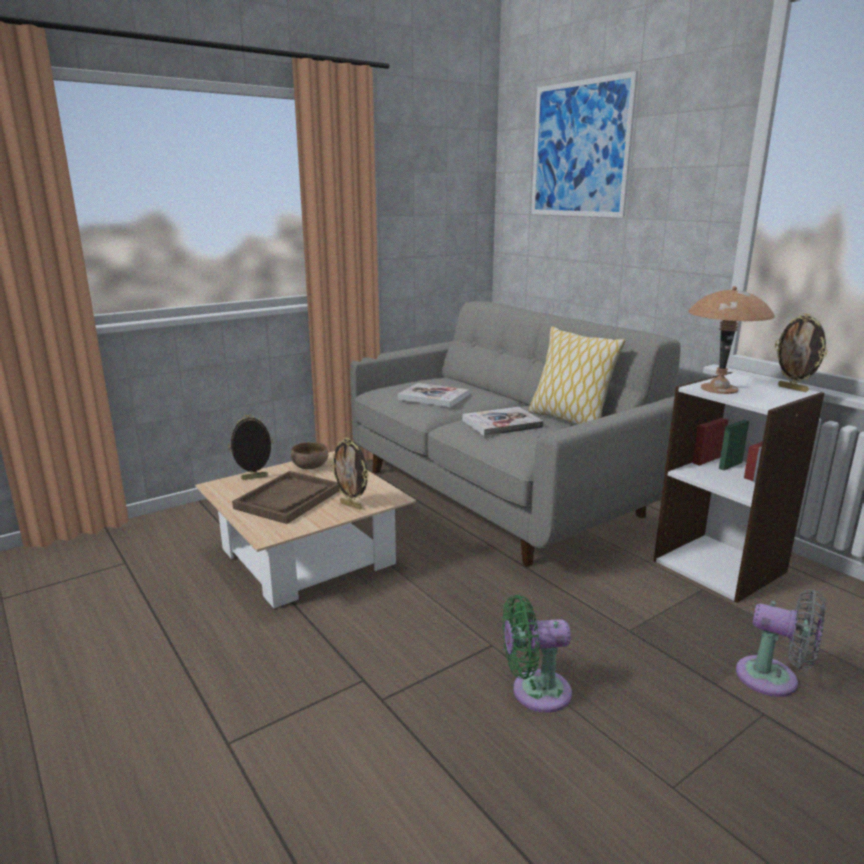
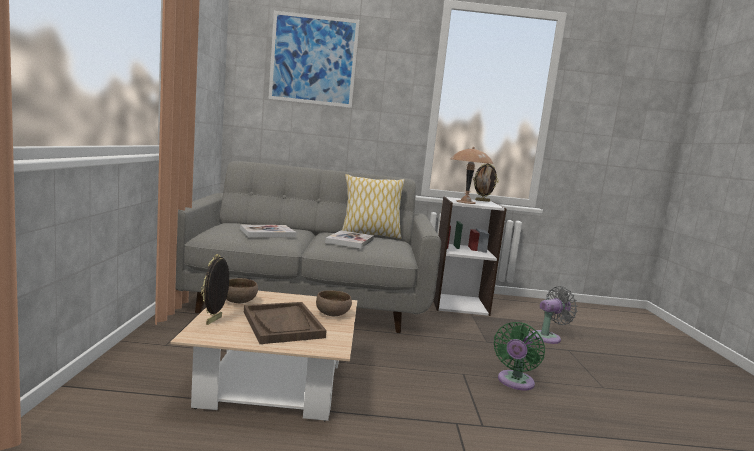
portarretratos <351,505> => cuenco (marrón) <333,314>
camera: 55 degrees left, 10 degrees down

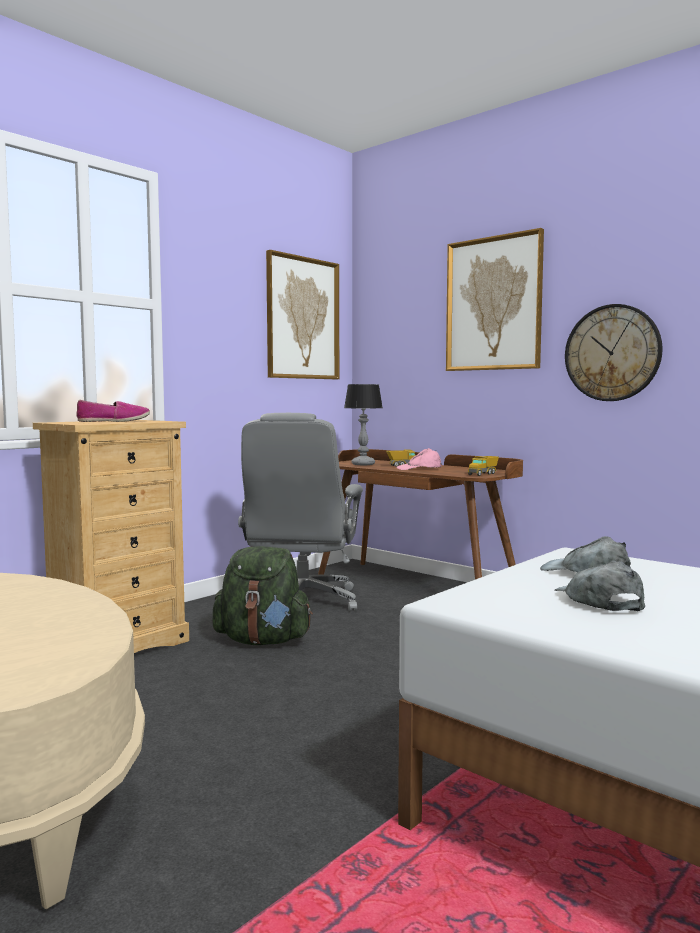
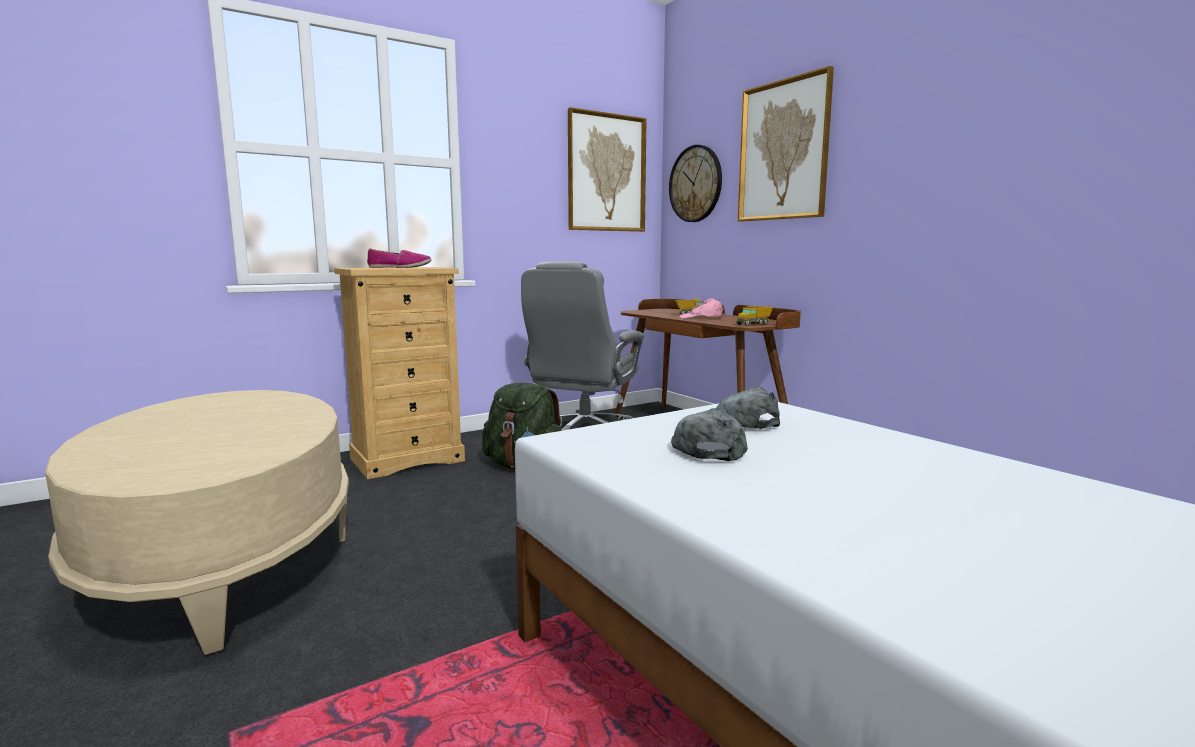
lámpara de mesa <363,464> => nothing
reloj de pared <612,353> => reloj de pared <695,184>, moved
camera: 15 degrees right, 5 degrees up

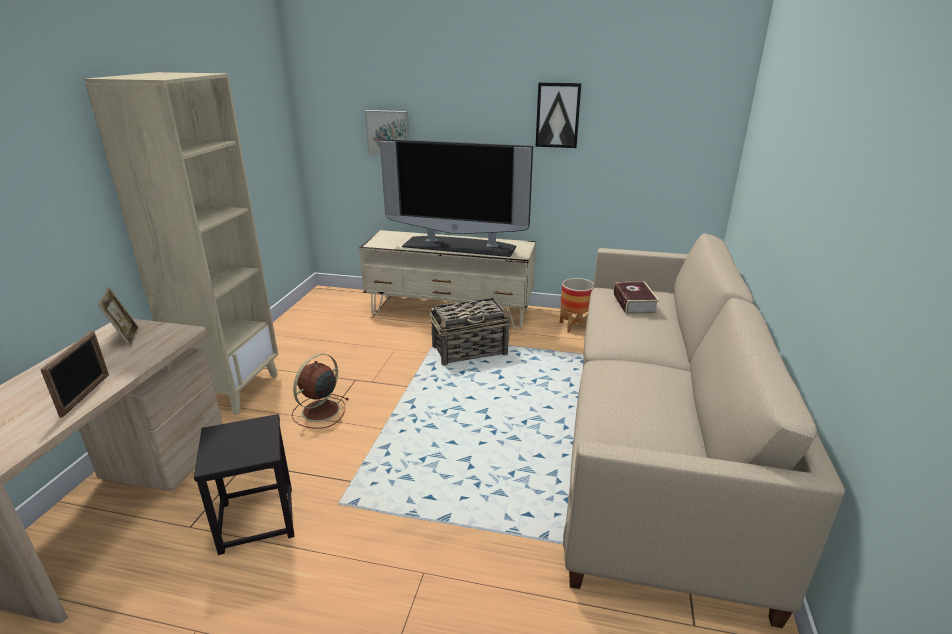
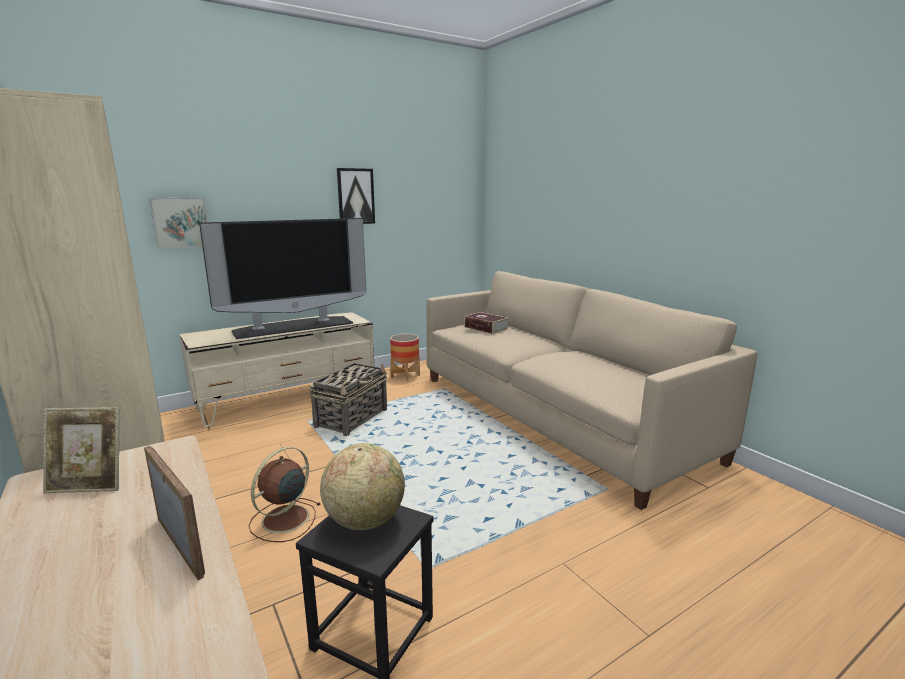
nothing => globo terráqueo <365,520>
portarretratos <126,338> => portarretratos <90,485>, 150 degrees clockwise
ventilador (marrón) <319,411> => ventilador (marrón) <284,520>, 45 degrees clockwise
camera: 45 degrees left, 10 degrees down

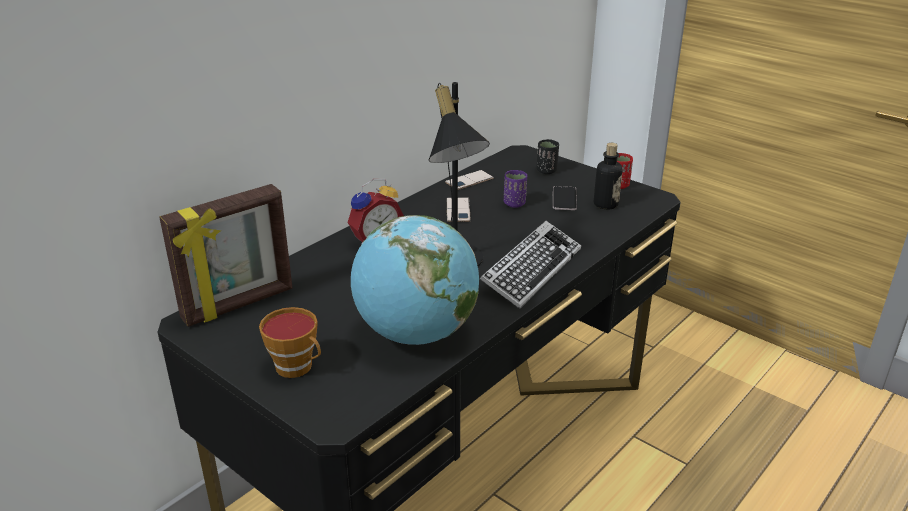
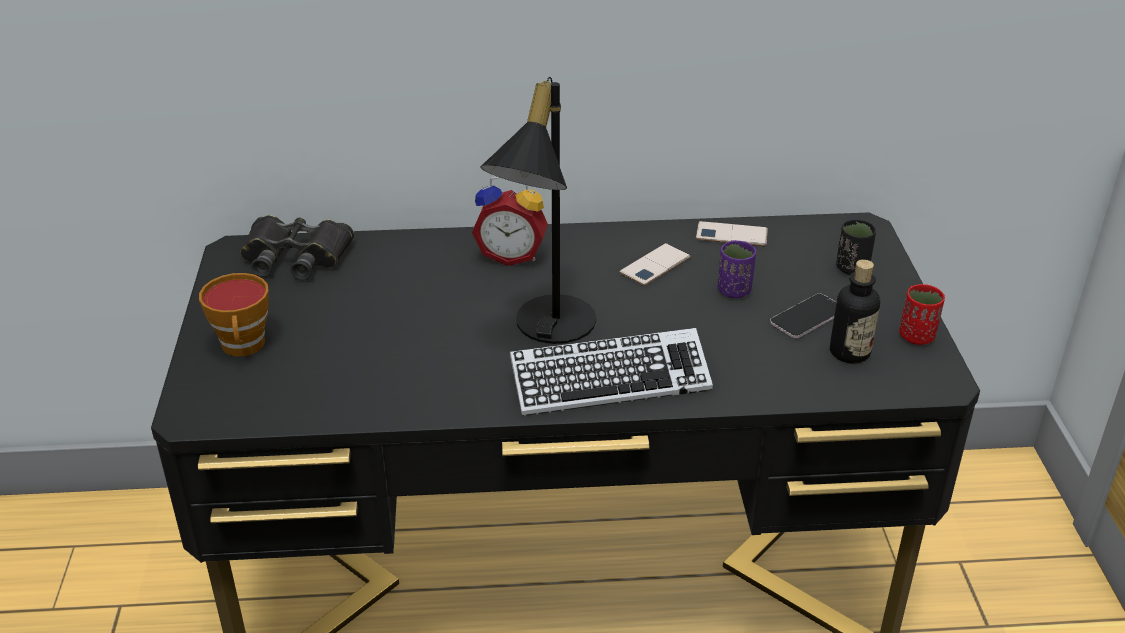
globo terráqueo <416,333> => nothing
portarretratos <239,305> => prismáticos (negro) <295,256>
camera: 45 degrees right, 5 degrees up

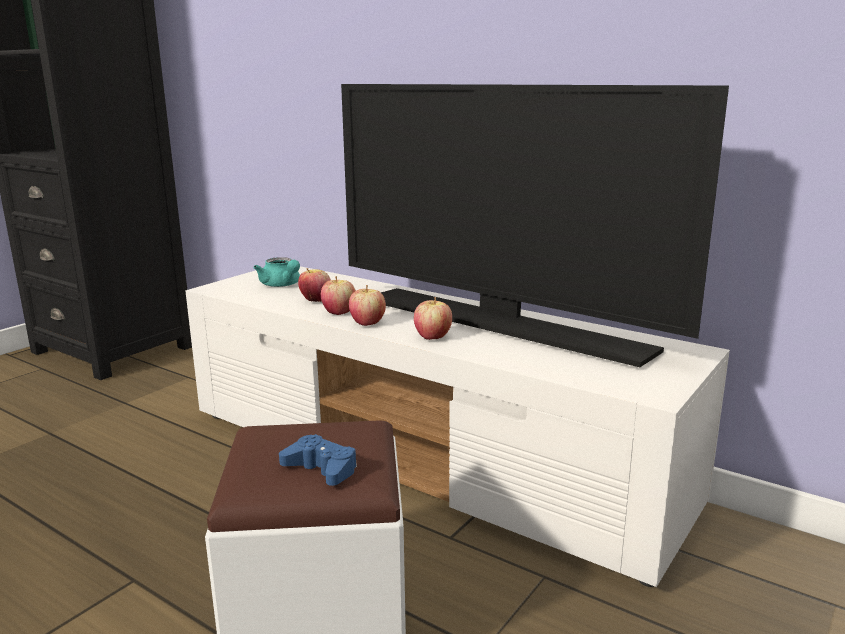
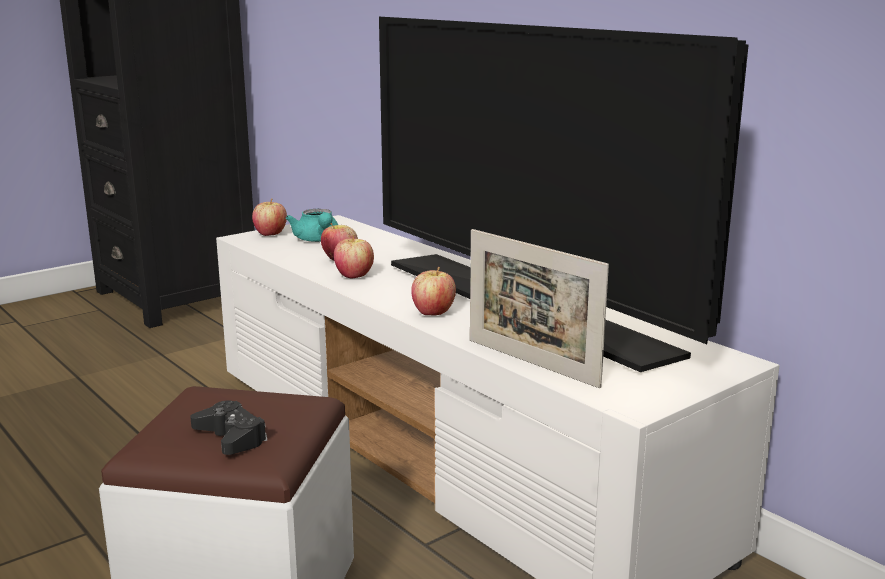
nothing => portarretratos <531,362>
manzana <367,323> => manzana <270,234>, moved
mando de consola (azul) <321,469> => mando de consola (negro) <231,437>
camera: 15 degrees right, 0 degrees up

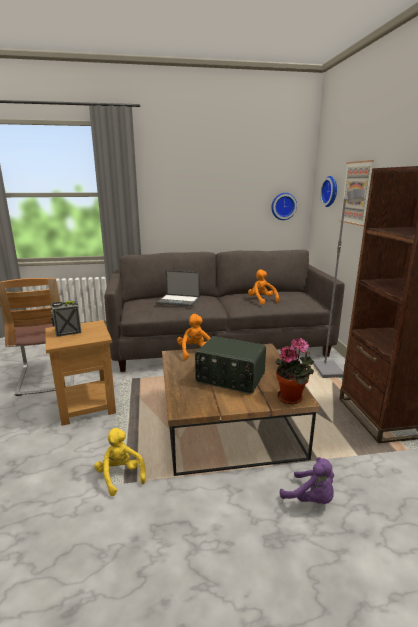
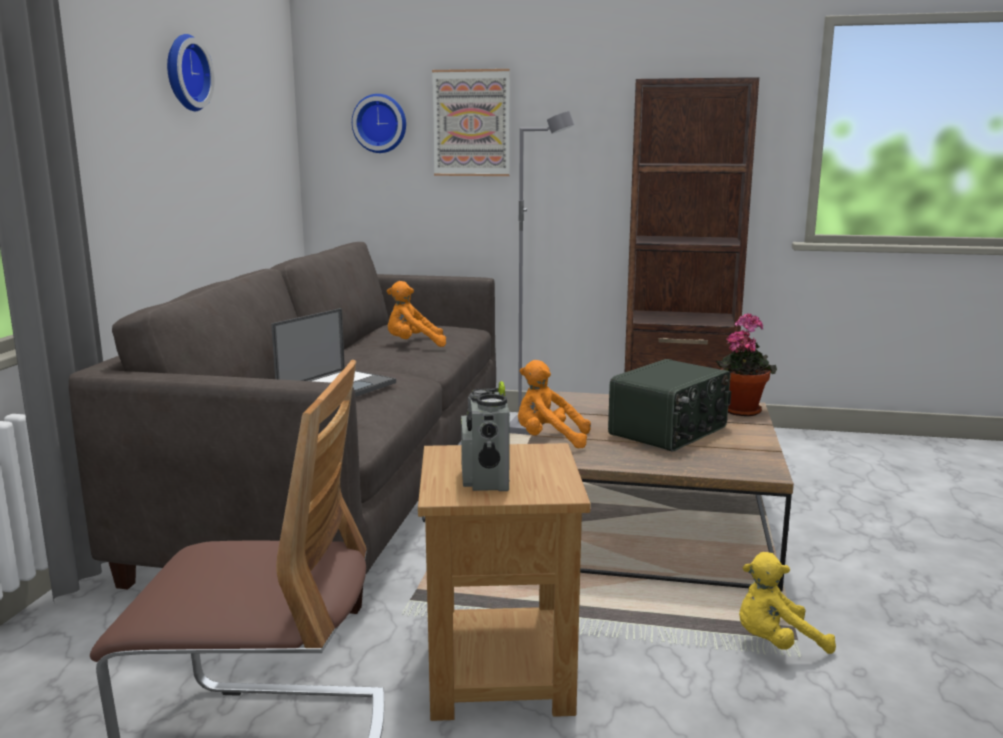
peluche (morado) <310,499> => nothing
reloj de pared <283,206> => reloj de pared <184,73>, moved
camera: 70 degrees left, 5 degrees down

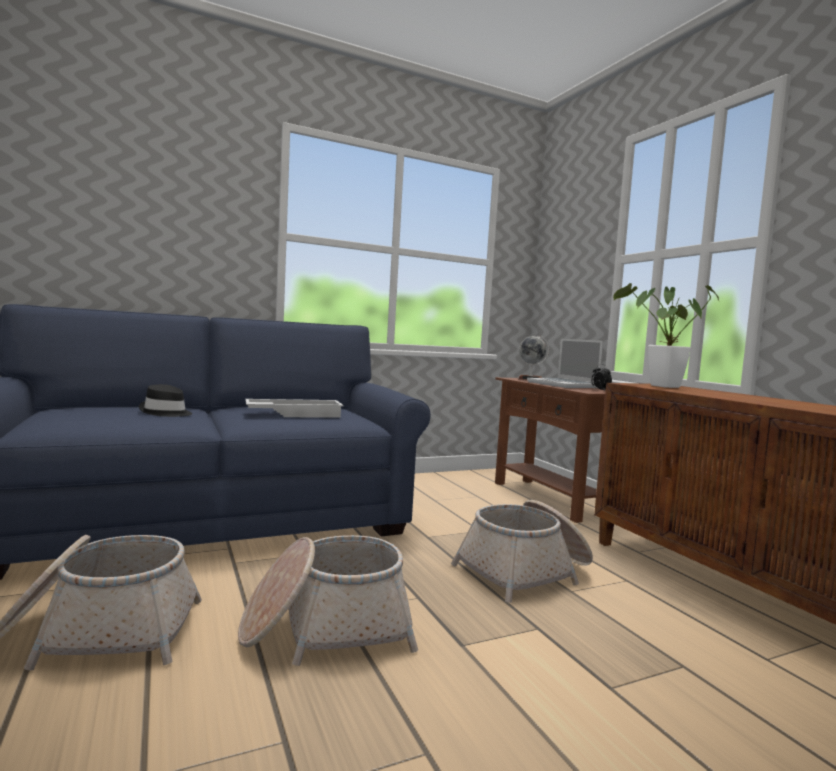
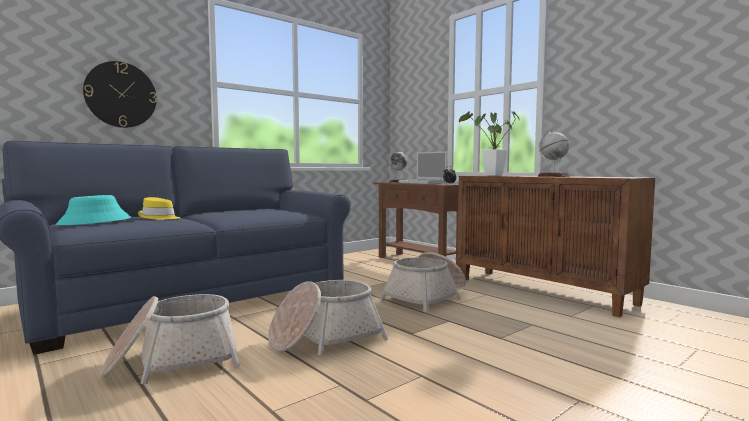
bandeja (blanco) <294,414> => nothing
nothing => sombrero (turquesa) <95,222>
nothing => reloj de pared <121,95>
nothing => globo terráqueo <553,176>
sombrero (negro) <166,412> => sombrero (amarillo) <159,218>
camera: 15 degrees left, 0 degrees up

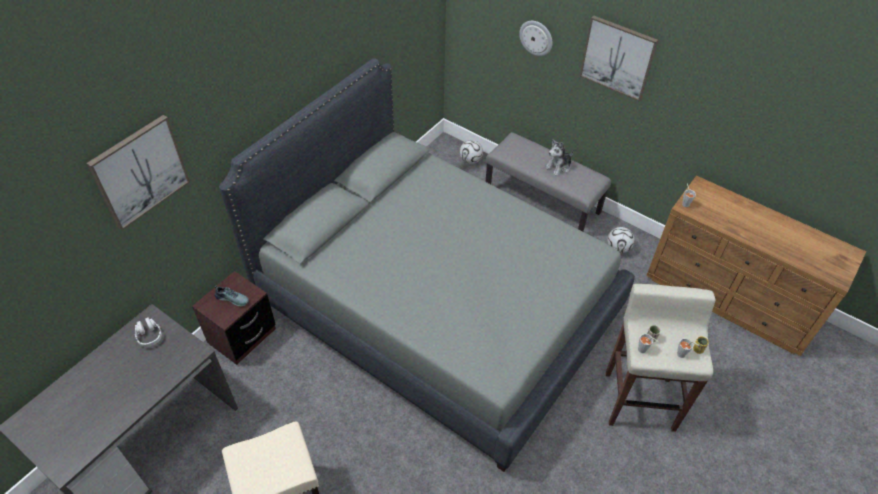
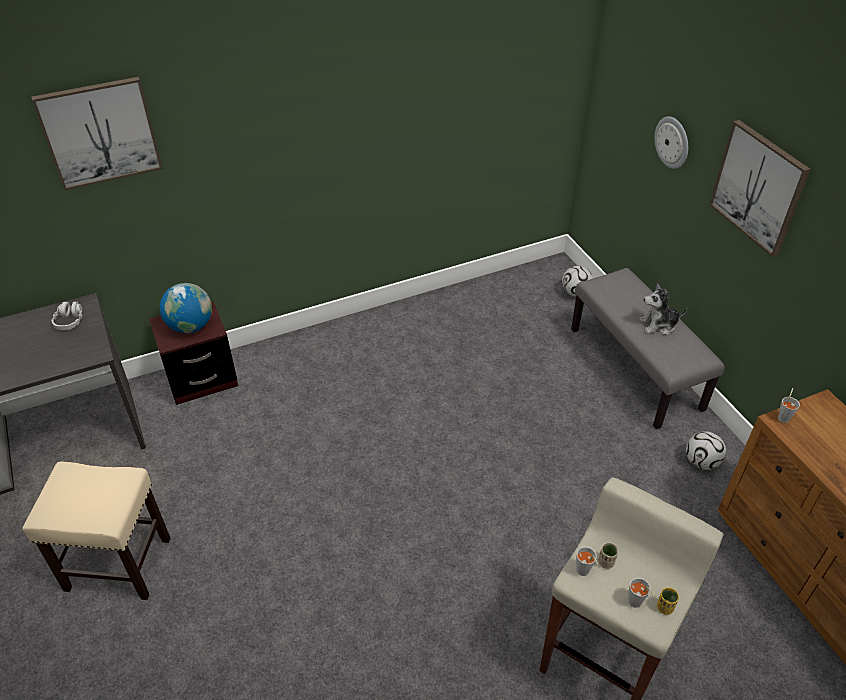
cama (gris) <437,307> => nothing
zapato <233,298> => globo terráqueo <191,326>
camera: 30 degrees right, 5 degrees down

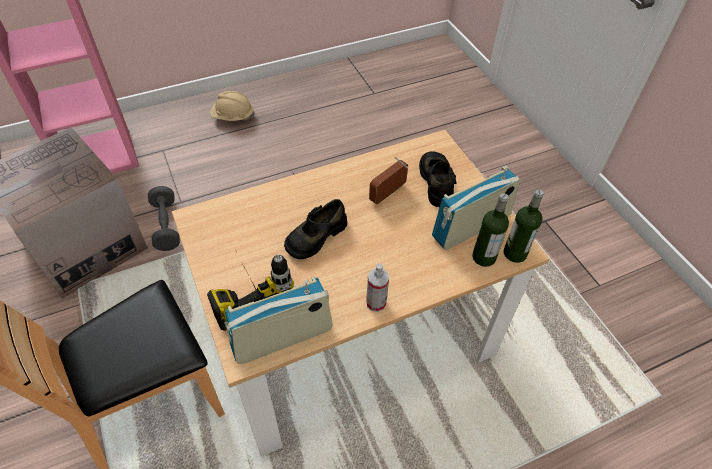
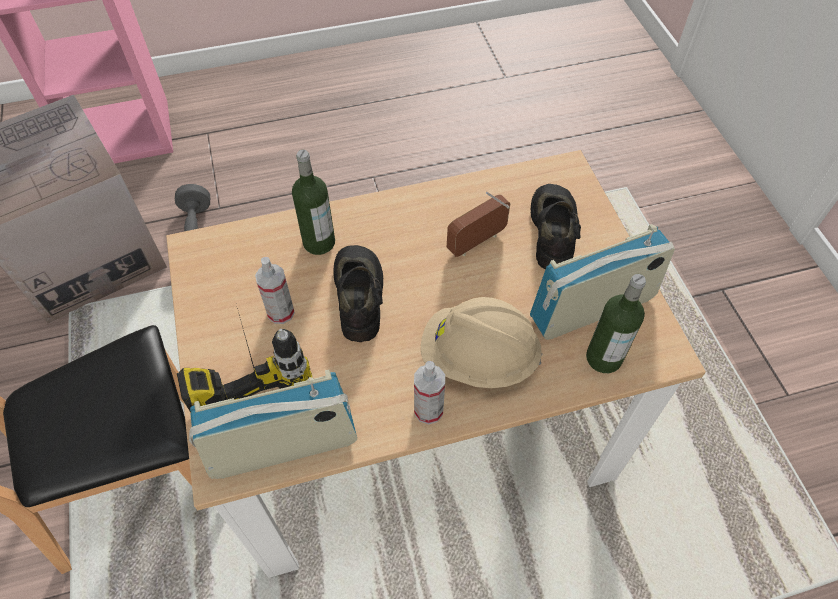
nothing => pulverizador <281,312>
casco (beis) <233,117> => casco (beis) <478,358>, moved
botella <515,253> => botella <319,242>, moved
zapato (negro) <315,236> => zapato (negro) <360,296>, 120 degrees clockwise
camera: 10 degrees right, 5 degrees up

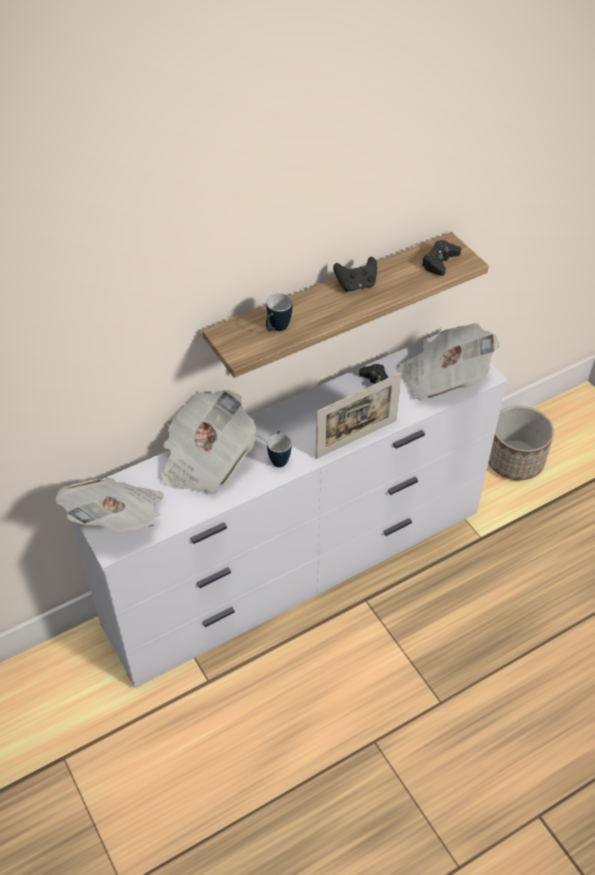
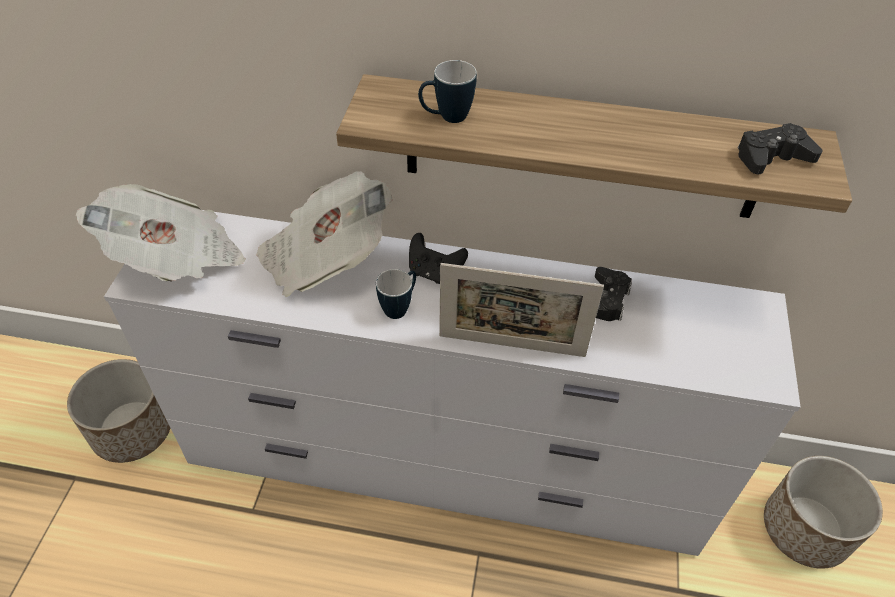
periódico <443,378> => nothing
nothing => maceta <133,430>
mando de consola (negro) <356,285> => mando de consola (negro) <434,272>, moved
camera: 40 degrees right, 0 degrees up

